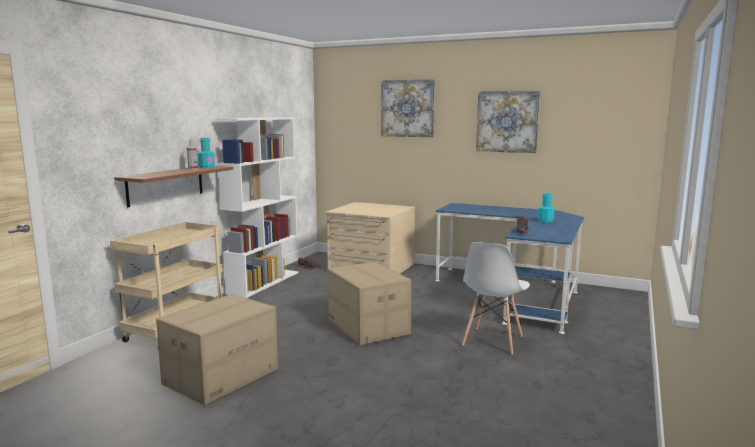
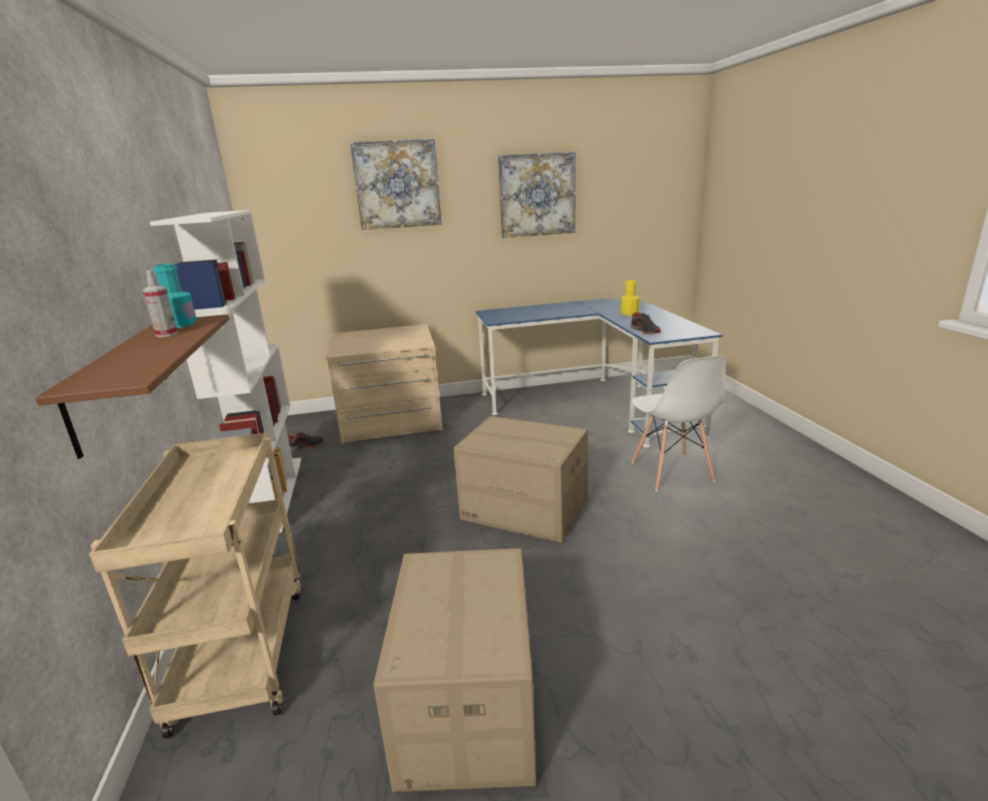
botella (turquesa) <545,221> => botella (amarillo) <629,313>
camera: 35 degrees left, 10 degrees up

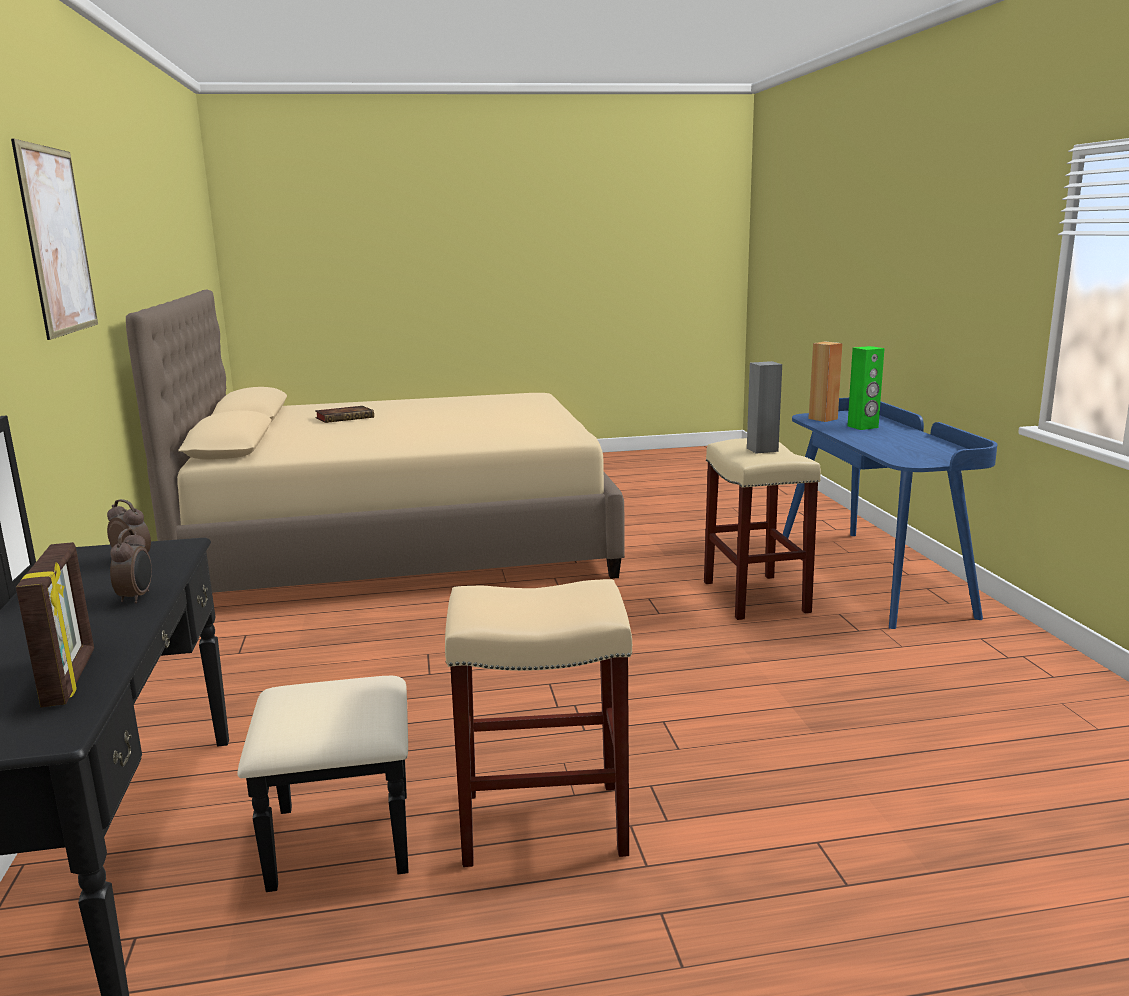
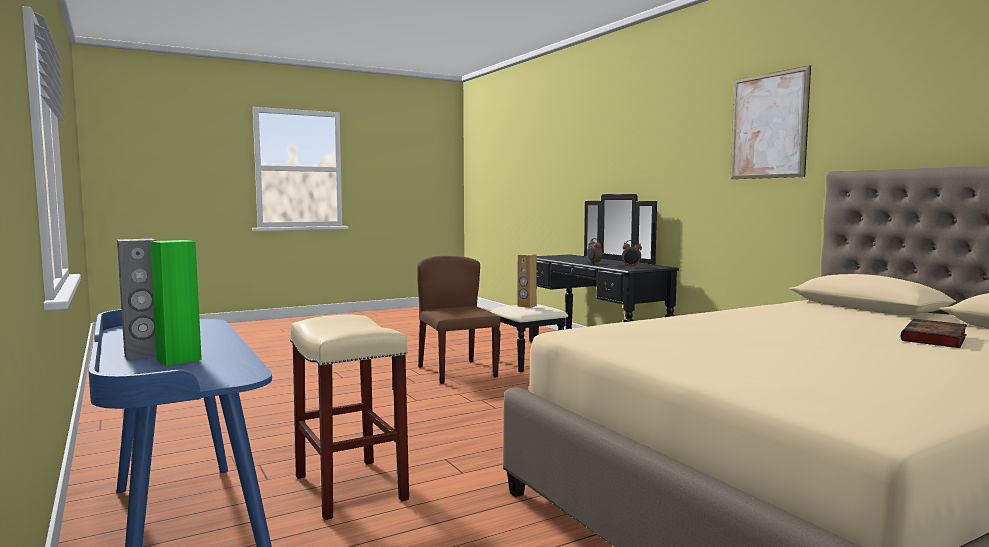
portarretratos <71,678> => nothing
altavoz (gris) <762,450> => altavoz (gris) <143,354>, moved
altavoz (marrón) <823,419> => altavoz (marrón) <526,306>, moved
taburete (beis) <540,824> => silla (marrón) <456,371>
camera: 160 degrees right, 10 degrees down

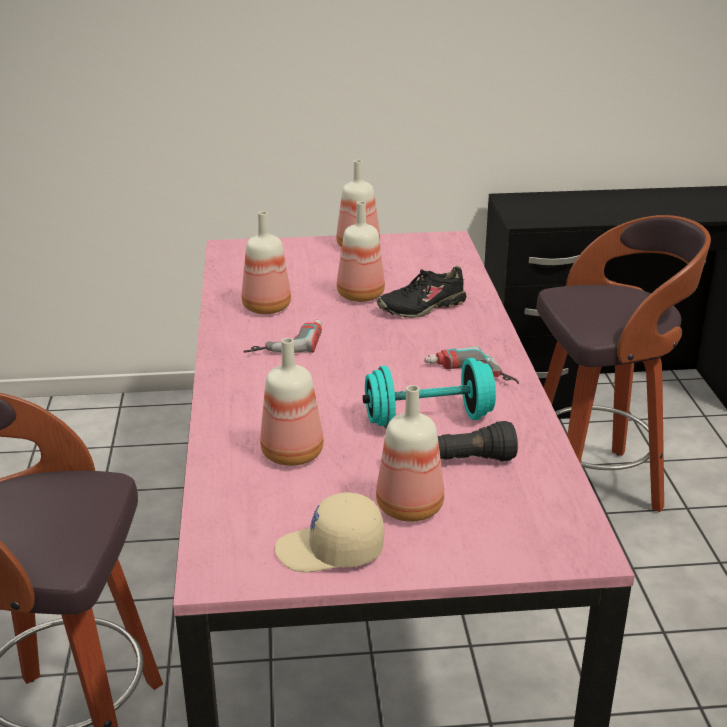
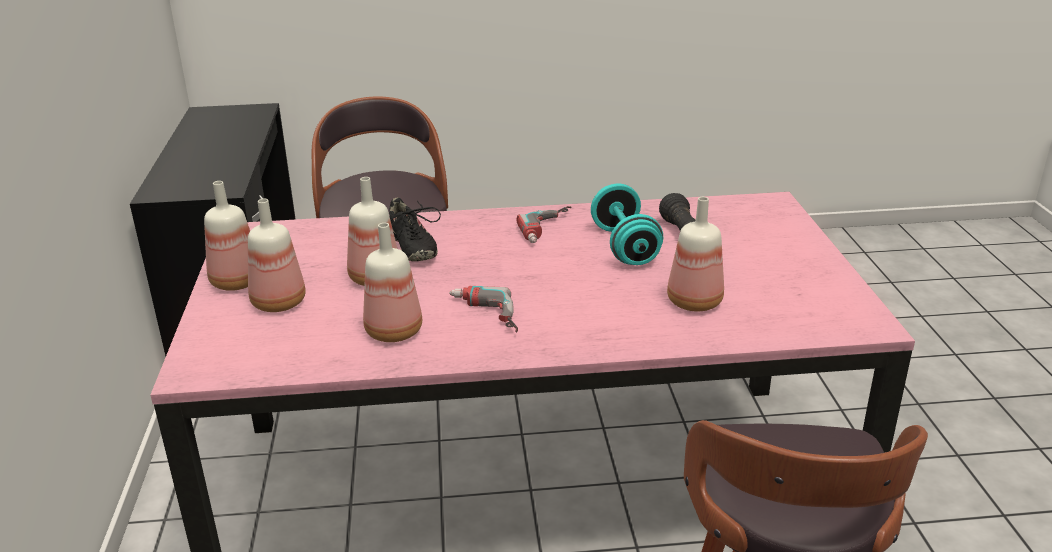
gorra (beis) <330,551> => nothing
botella <408,506> => botella <277,303>, moved
camera: 90 degrees left, 0 degrees up

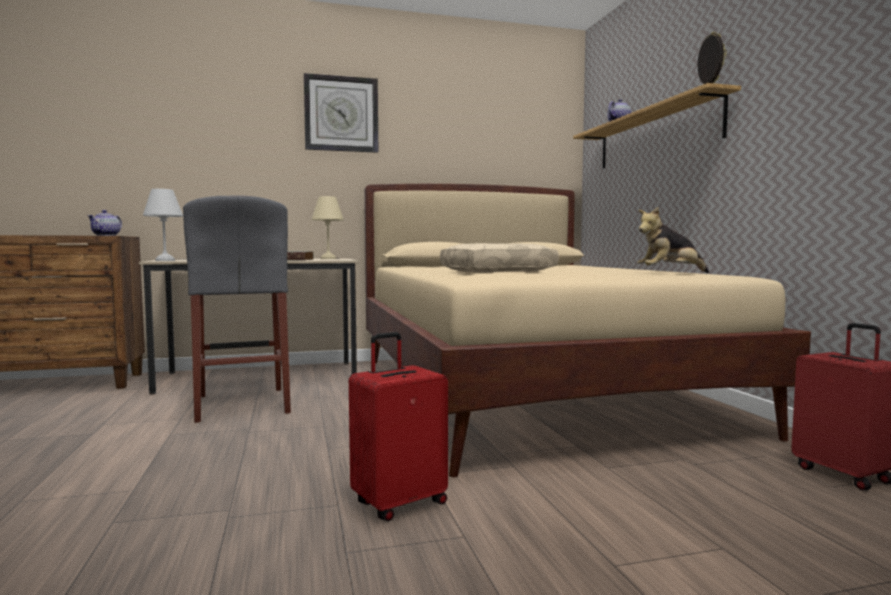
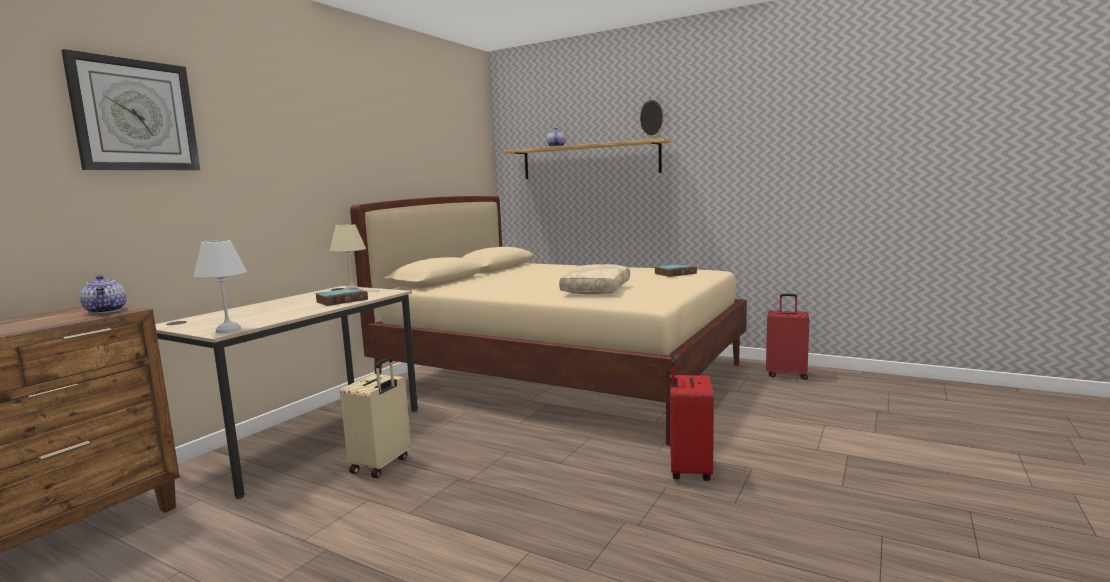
reloj de pared <341,114> => reloj de pared <135,115>, moved
taburete (gris) <242,404> => maleta (beis) <381,465>
peluche <669,273> => libro <675,273>
camera: 45 degrees left, 5 degrees up

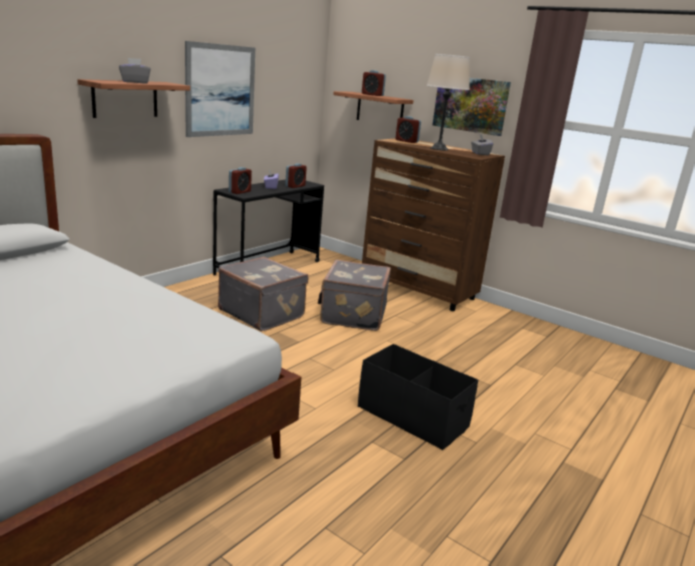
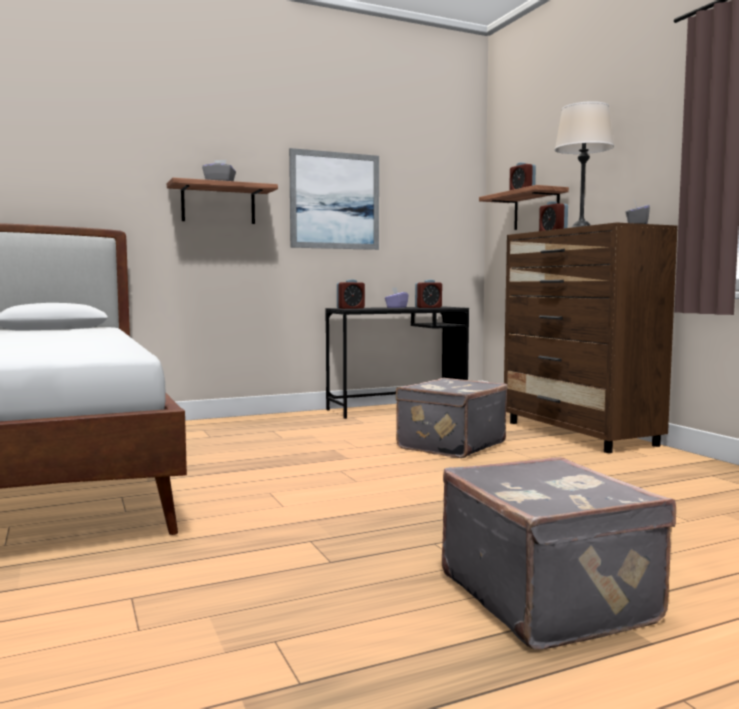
caja de almacenaje (negro) <413,416> => nothing
cuadro <470,104> => nothing
maleta (gris) <262,313> => maleta (gris) <549,597>, moved
camera: 30 degrees right, 15 degrees down

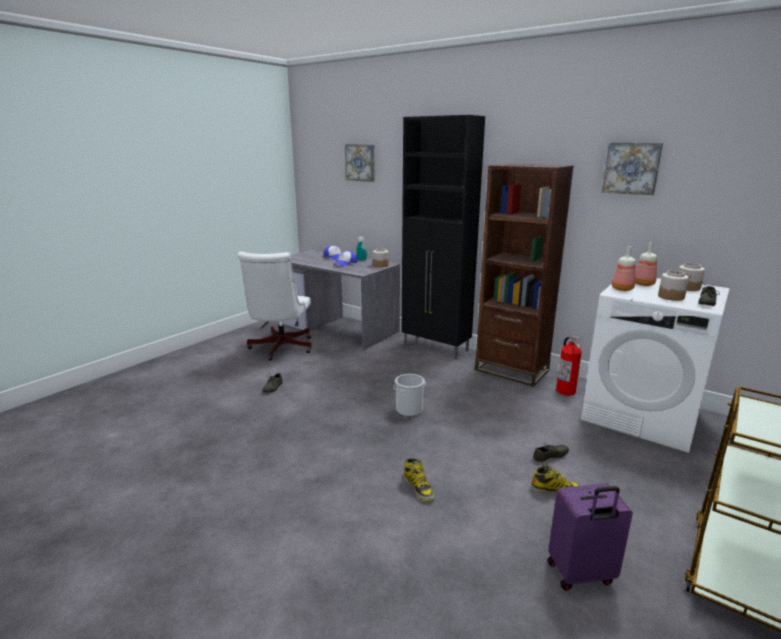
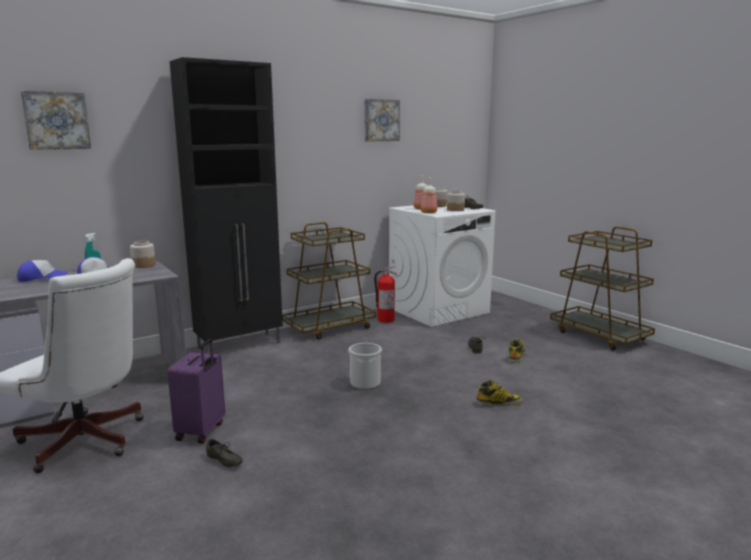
maleta (morado) <581,574> => maleta (morado) <202,431>, moved
estantería (marrón) <511,370> => carrito (marrón) <330,327>
camera: 70 degrees left, 5 degrees down

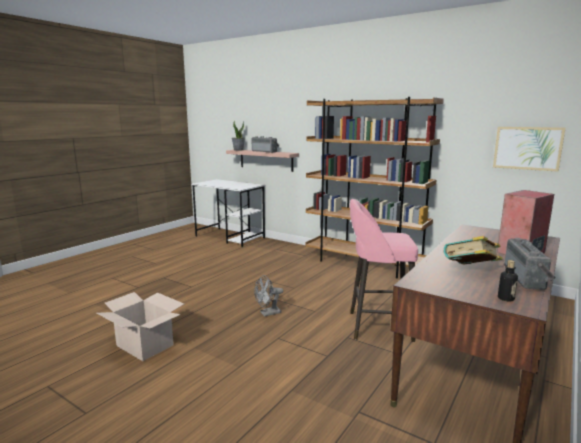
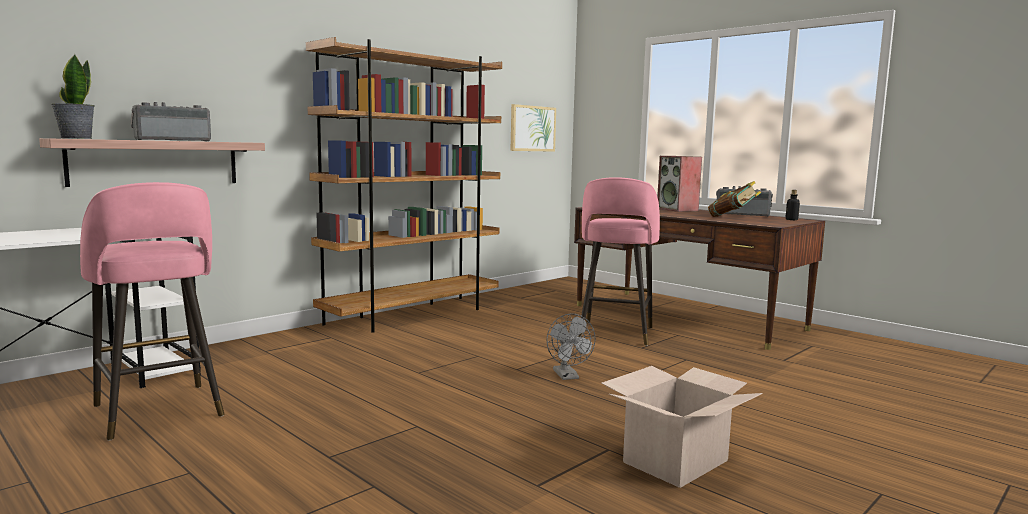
nothing => taburete (rosa) <158,412>
camera: 80 degrees left, 5 degrees down

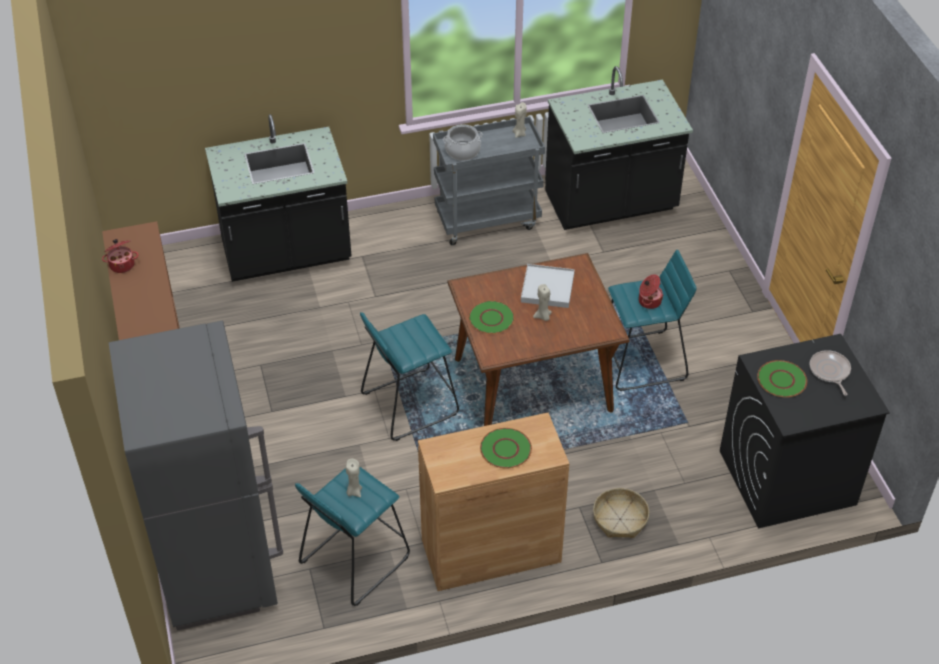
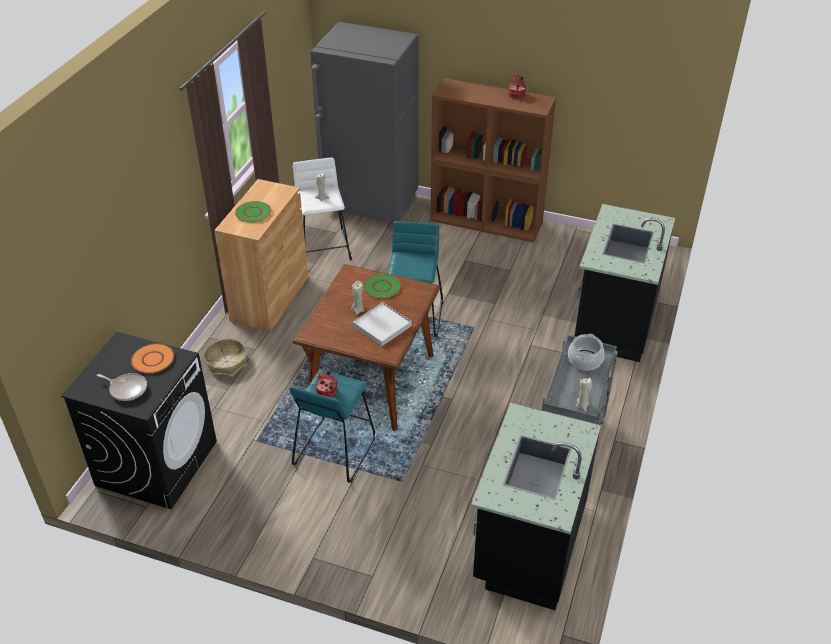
taburete (turquesa) <354,559> => taburete (blanco) <323,249>
plato (verde) <781,380> => plato (naranja) <152,359>
camera: 125 degrees right, 5 degrees down

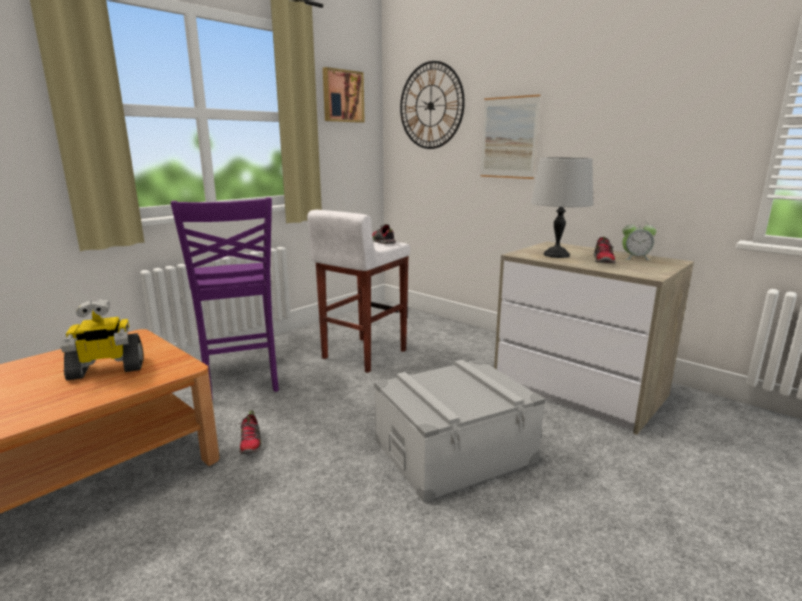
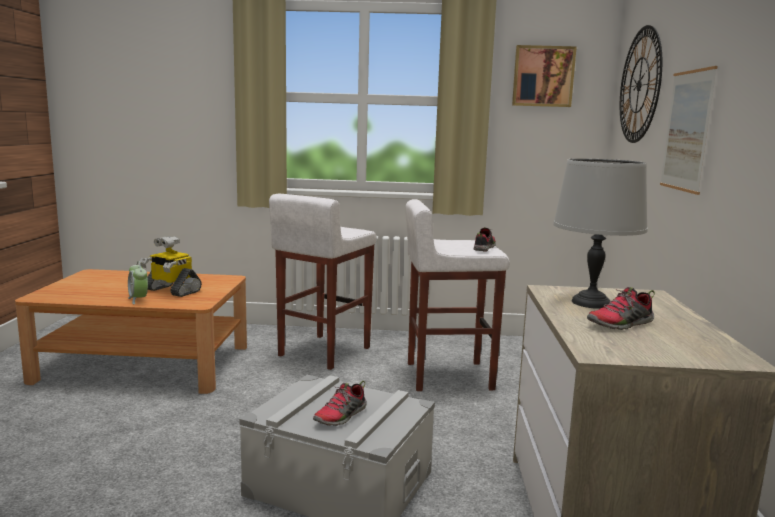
zapato <251,443> => zapato <341,416>, moved
despertador <635,258> => despertador <138,300>, moved
silla (morado) <241,379> => taburete (blanco) <323,352>
camera: 50 degrees right, 5 degrees down

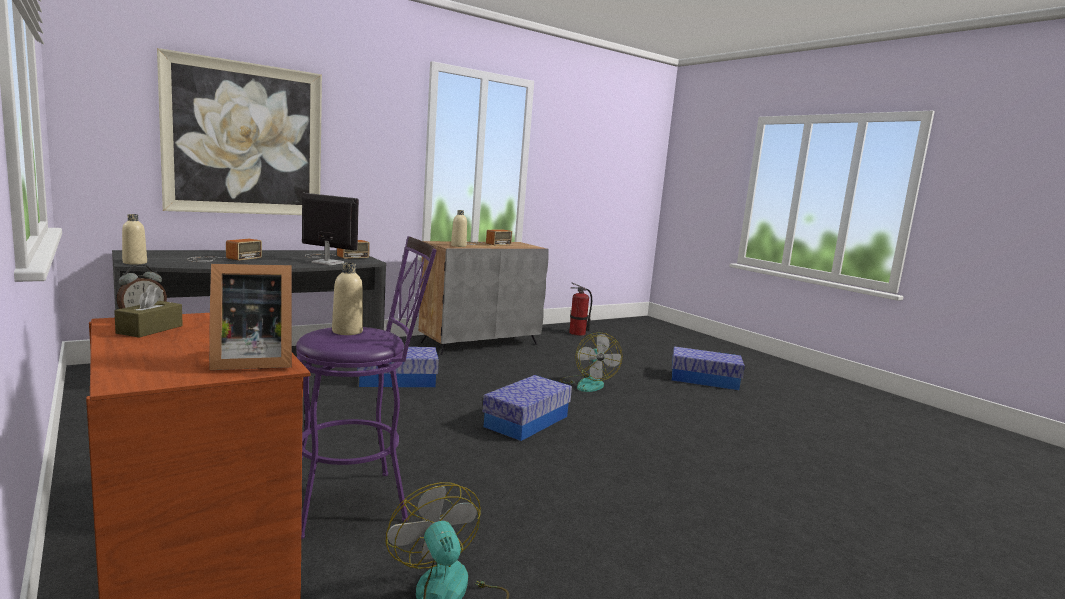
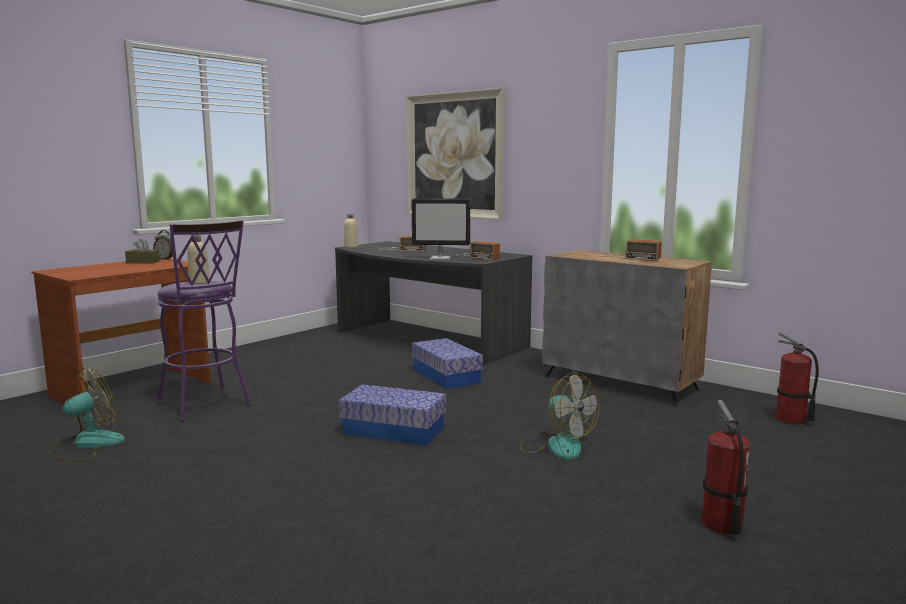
portarretratos <249,362> => nothing
botella (beis) <458,246> => nothing
caja de almacenaje <704,380> => extintor <721,525>
monitor <327,263> => monitor <441,258>, 90 degrees clockwise
ventilador <587,384> => ventilador <556,445>, 105 degrees counterclockwise
camera: 75 degrees right, 0 degrees up

